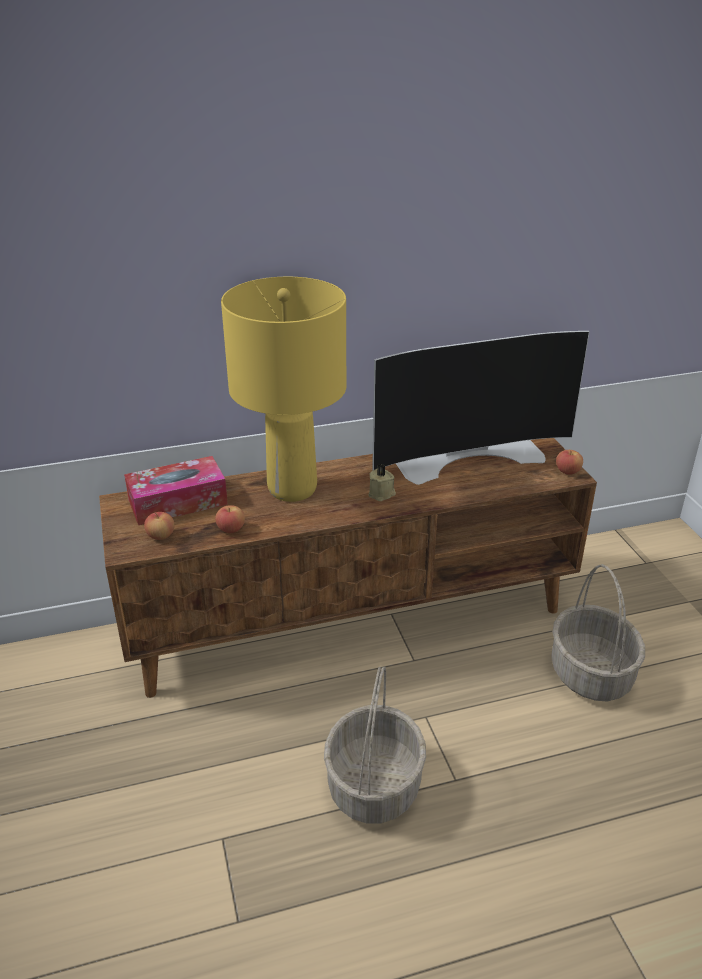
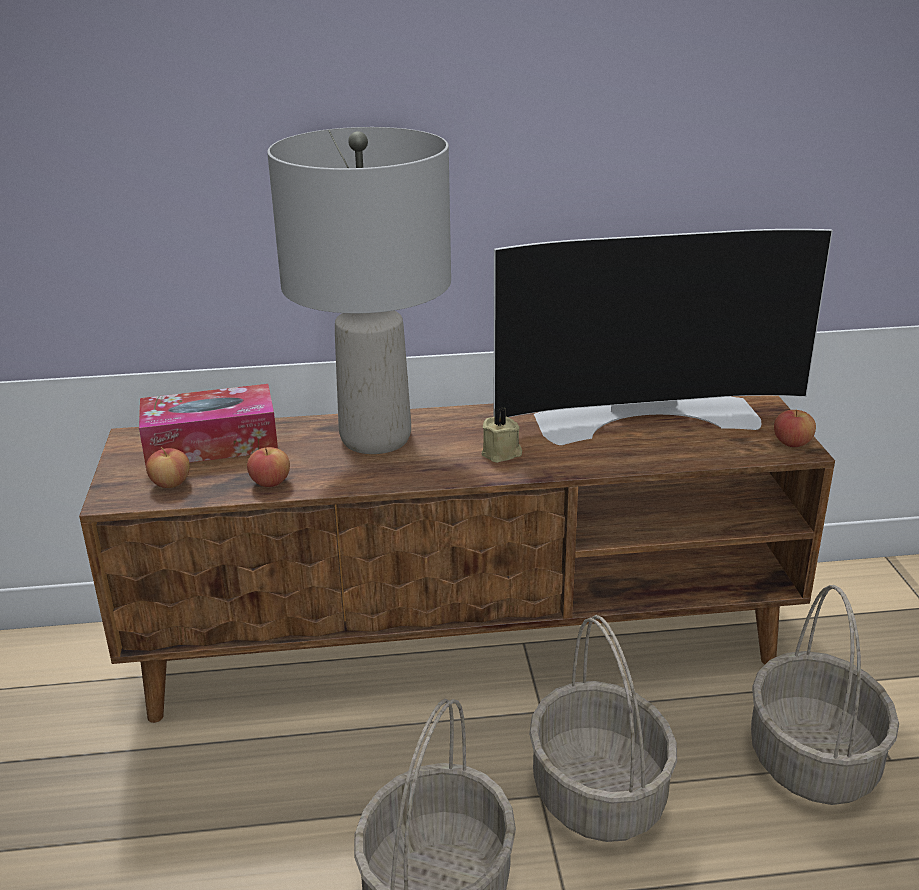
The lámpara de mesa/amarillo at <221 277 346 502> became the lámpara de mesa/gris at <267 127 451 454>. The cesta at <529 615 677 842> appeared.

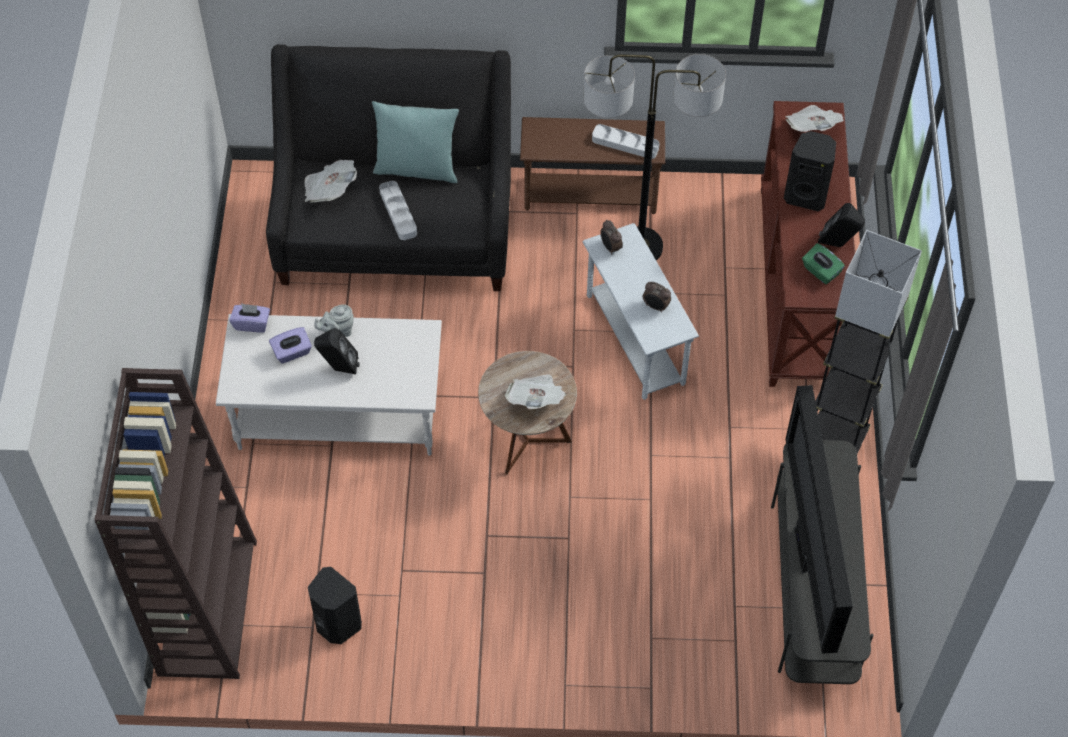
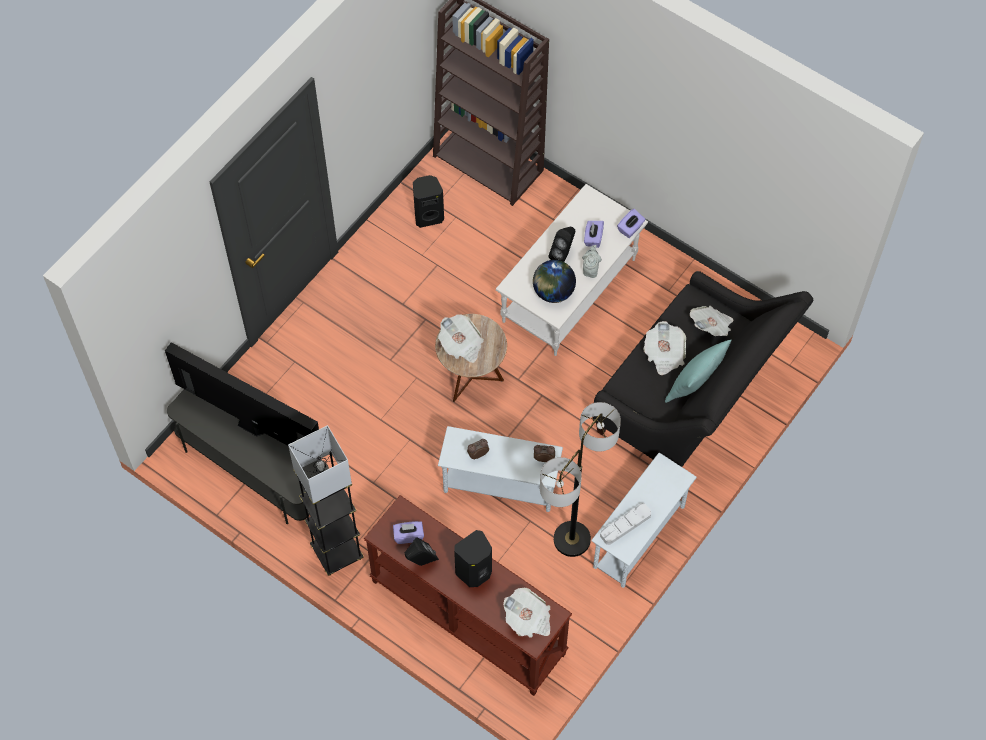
The bandeja/gris at <379 181 417 240> was replaced by the periódico at <643 321 686 375>. The mesa auxiliar/marrón at <520 117 665 214> became the mesa auxiliar/blanco at <591 453 697 588>. The caja de pañuelos/verde at <802 243 845 284> became the caja de pañuelos/morado at <393 521 424 544>. The globo terráqueo at <533 260 576 303> appeared.

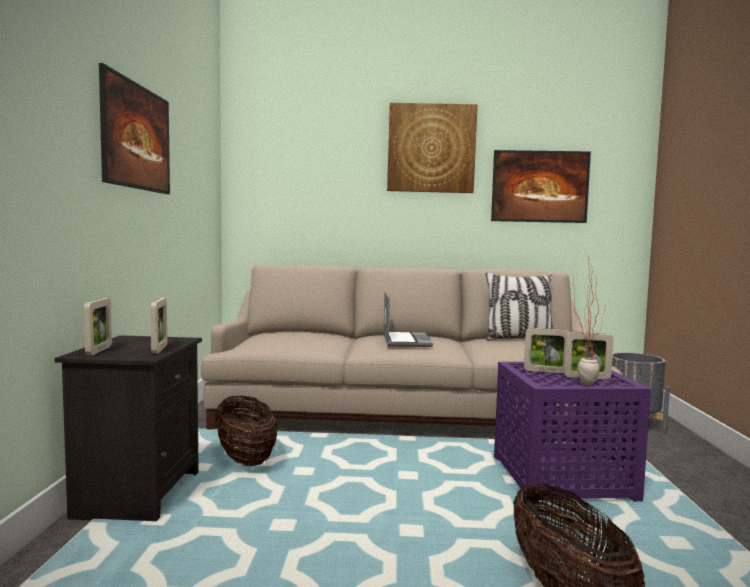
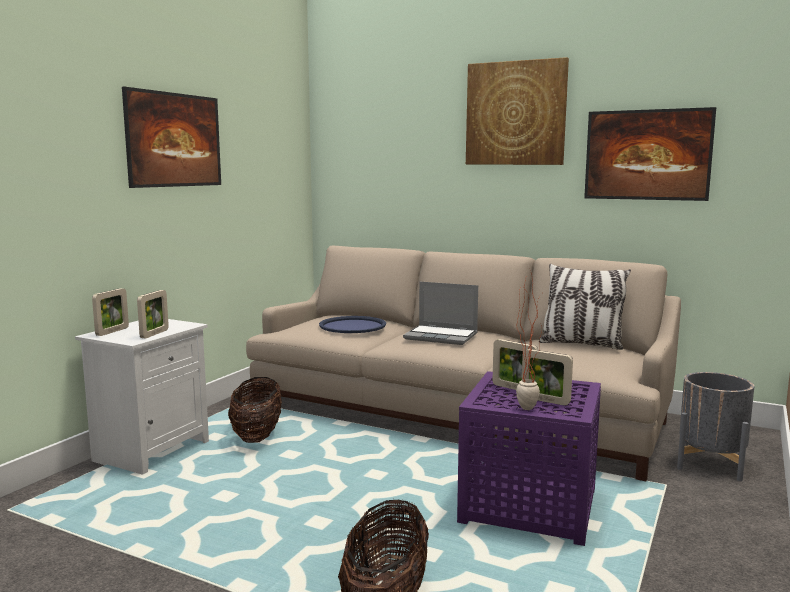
The mesita de noche/negro at <55 335 202 521> became the mesita de noche/blanco at <75 319 209 475>. The portátil at <383 291 433 347> turned 90 degrees clockwise. The bandeja/azul at <319 316 386 333> appeared.

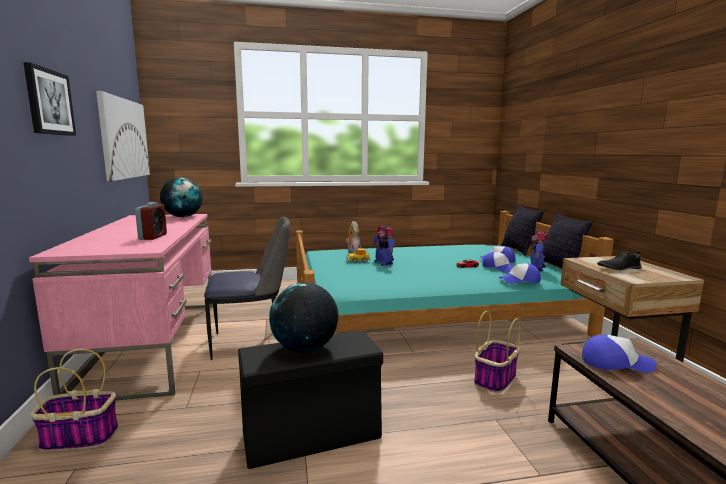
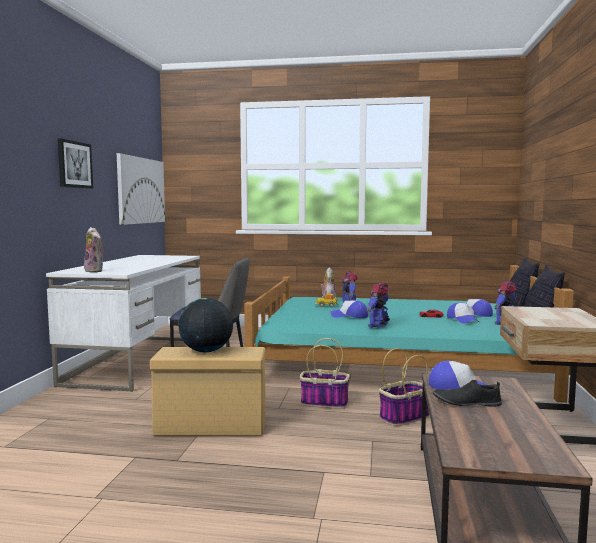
The escritorio/rosa at <29 214 213 401> became the escritorio/blanco at <46 255 201 392>. The cesta moved from <31 348 118 452> to <300 338 350 409>. The despertador at <135 202 167 240> disappeared. The globo terráqueo at <160 178 203 217> disappeared. The caja de almacenaje/negro at <238 331 383 469> became the caja de almacenaje/beis at <150 347 266 436>. The gorra moved from <499 263 541 284> to <330 300 368 318>. The zapato/negro moved from <597 251 641 270> to <433 380 502 407>. The peluche at <84 227 104 272> appeared. The robot de juguete at <367 283 390 328> appeared.

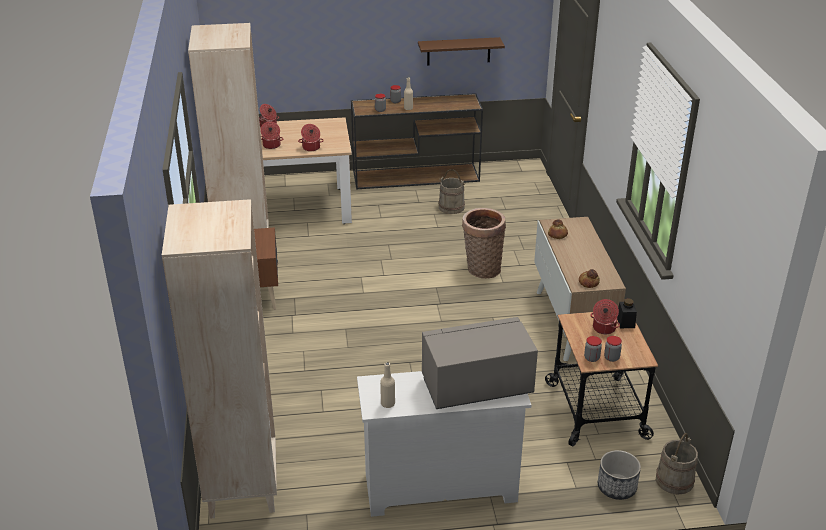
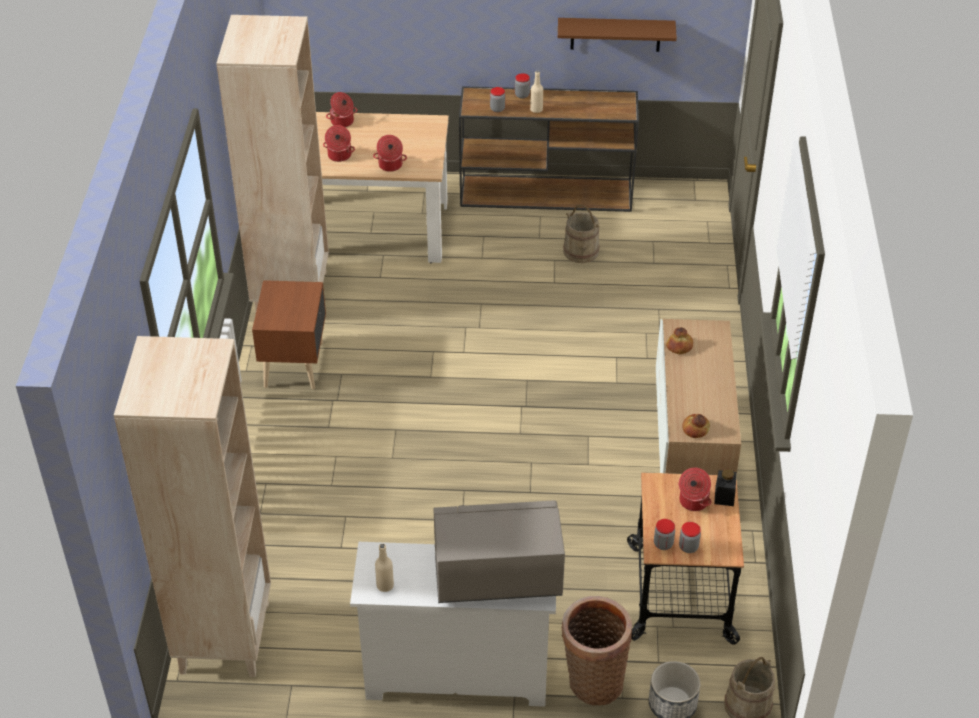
The cesta moved from <462 208 506 279> to <562 596 632 706>.

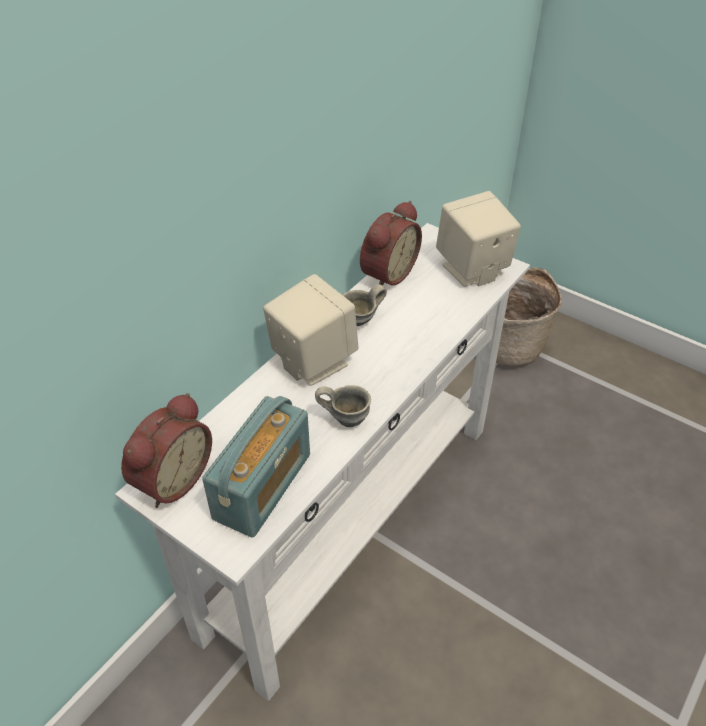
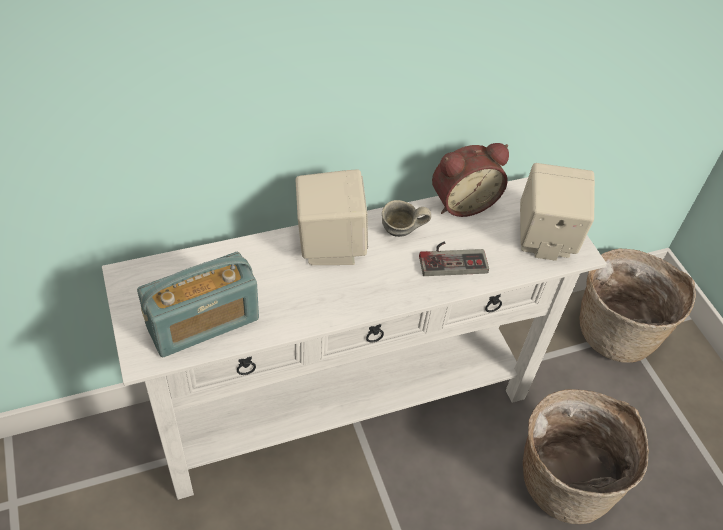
The despertador at <121 393 212 508> disappeared. The taza grande/gris at <315 385 371 427> disappeared. The mando de consola at <419 241 489 276> appeared. The cesta at <523 389 649 524> appeared.

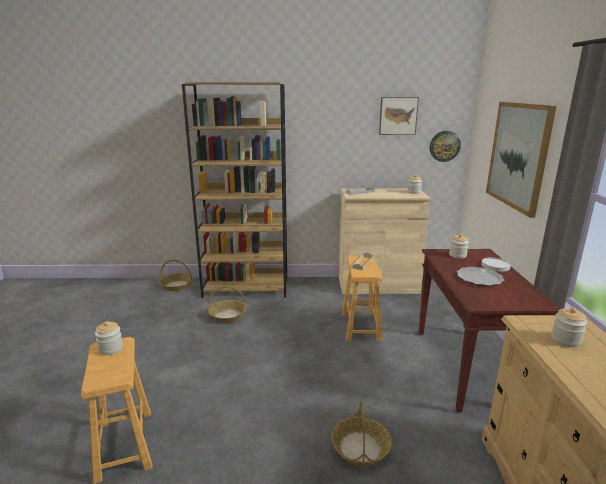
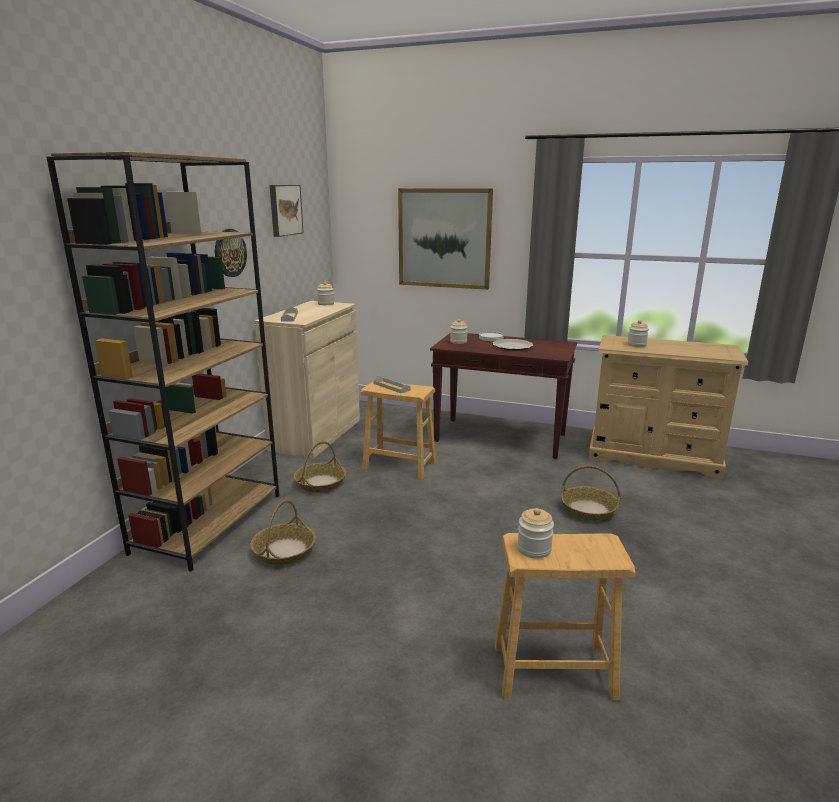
The cesta moved from <159 260 193 291> to <294 441 346 493>. The reloj de pared moved from <430 131 461 162> to <215 229 247 277>.

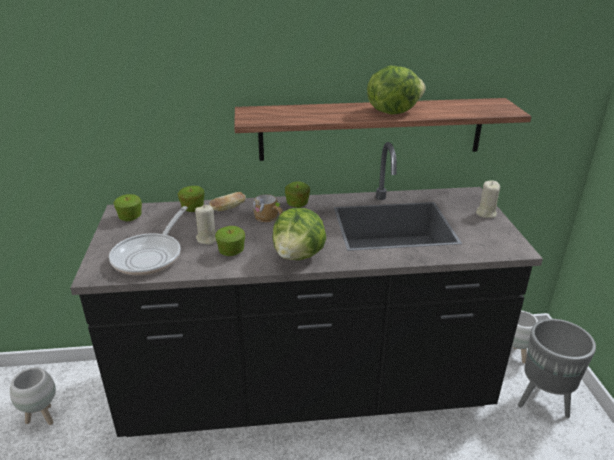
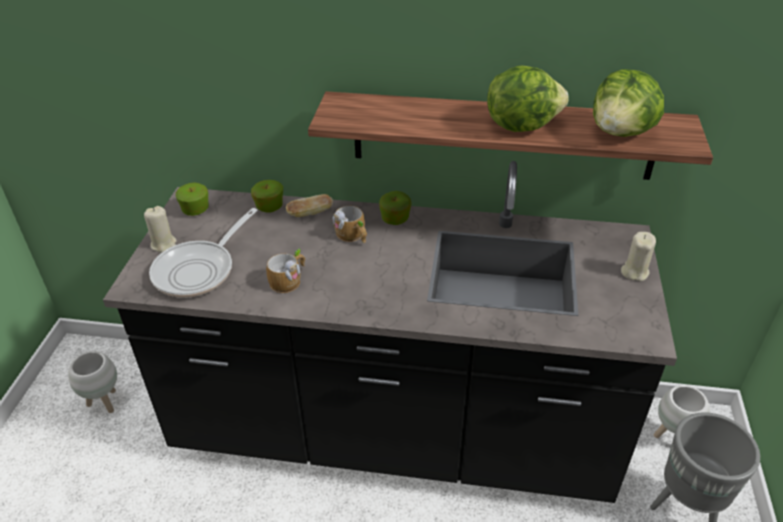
The vela/beis moved from <195 205 217 245> to <144 206 177 253>. The manzana at <215 226 245 256> was replaced by the taza grande at <266 248 305 293>. The lechuga moved from <273 208 326 260> to <593 69 664 137>.

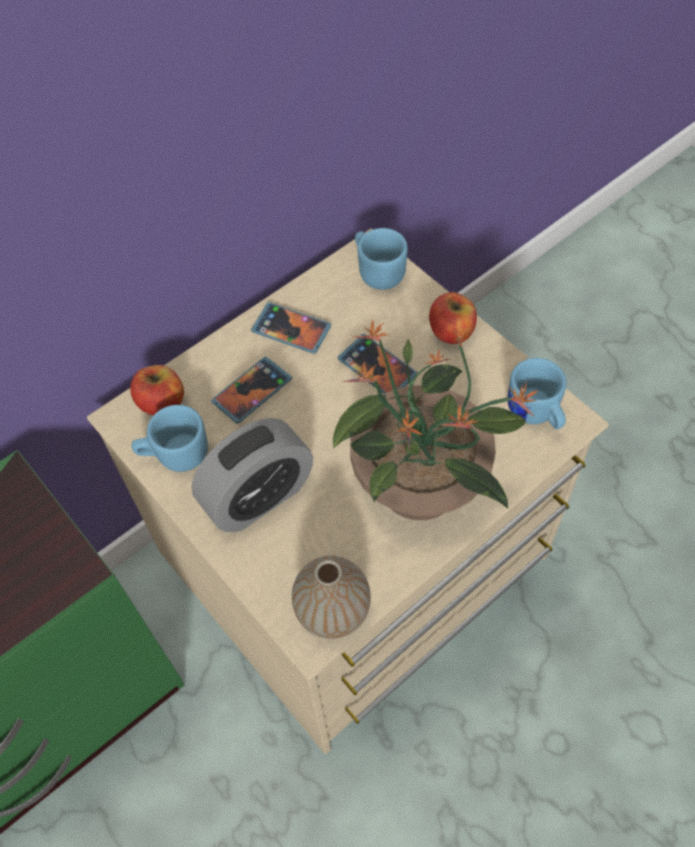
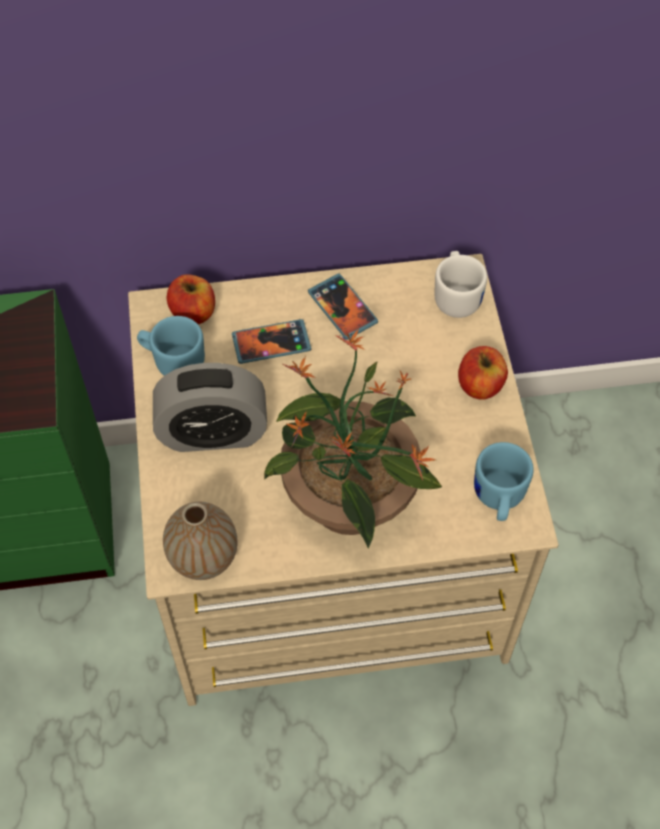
The móvil at <338 334 417 394> disappeared. The taza grande/azul at <355 228 408 290> became the taza grande/blanco at <434 251 487 318>.

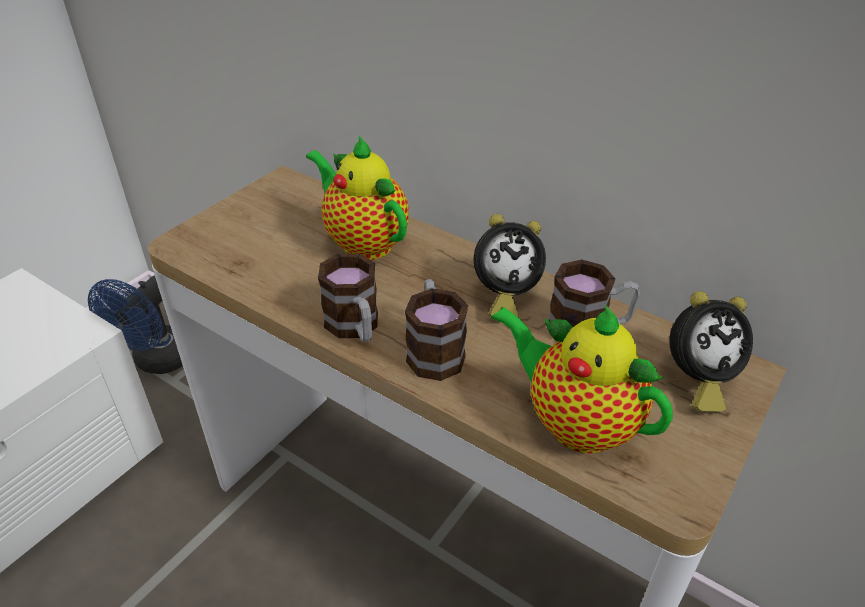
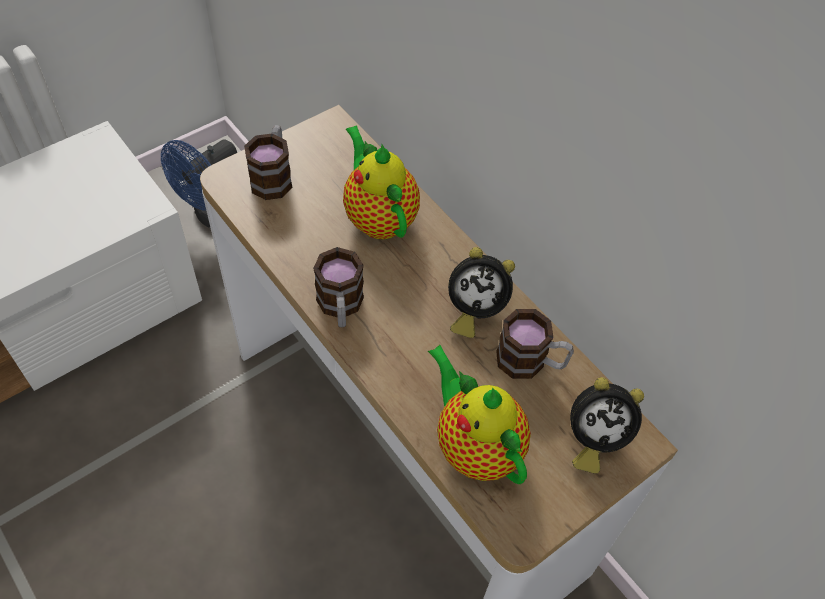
The taza grande moved from <405 279 468 381> to <244 125 292 200>.

